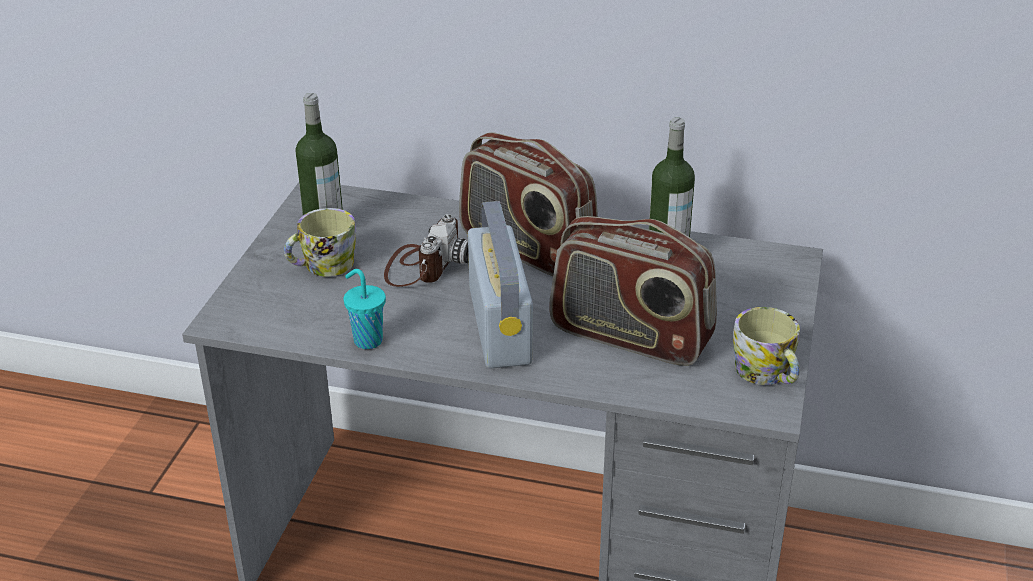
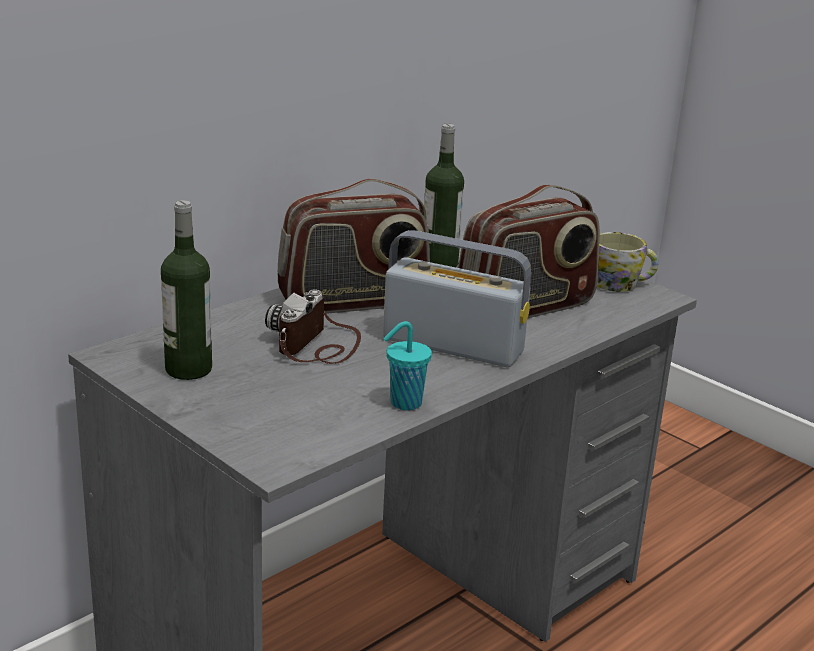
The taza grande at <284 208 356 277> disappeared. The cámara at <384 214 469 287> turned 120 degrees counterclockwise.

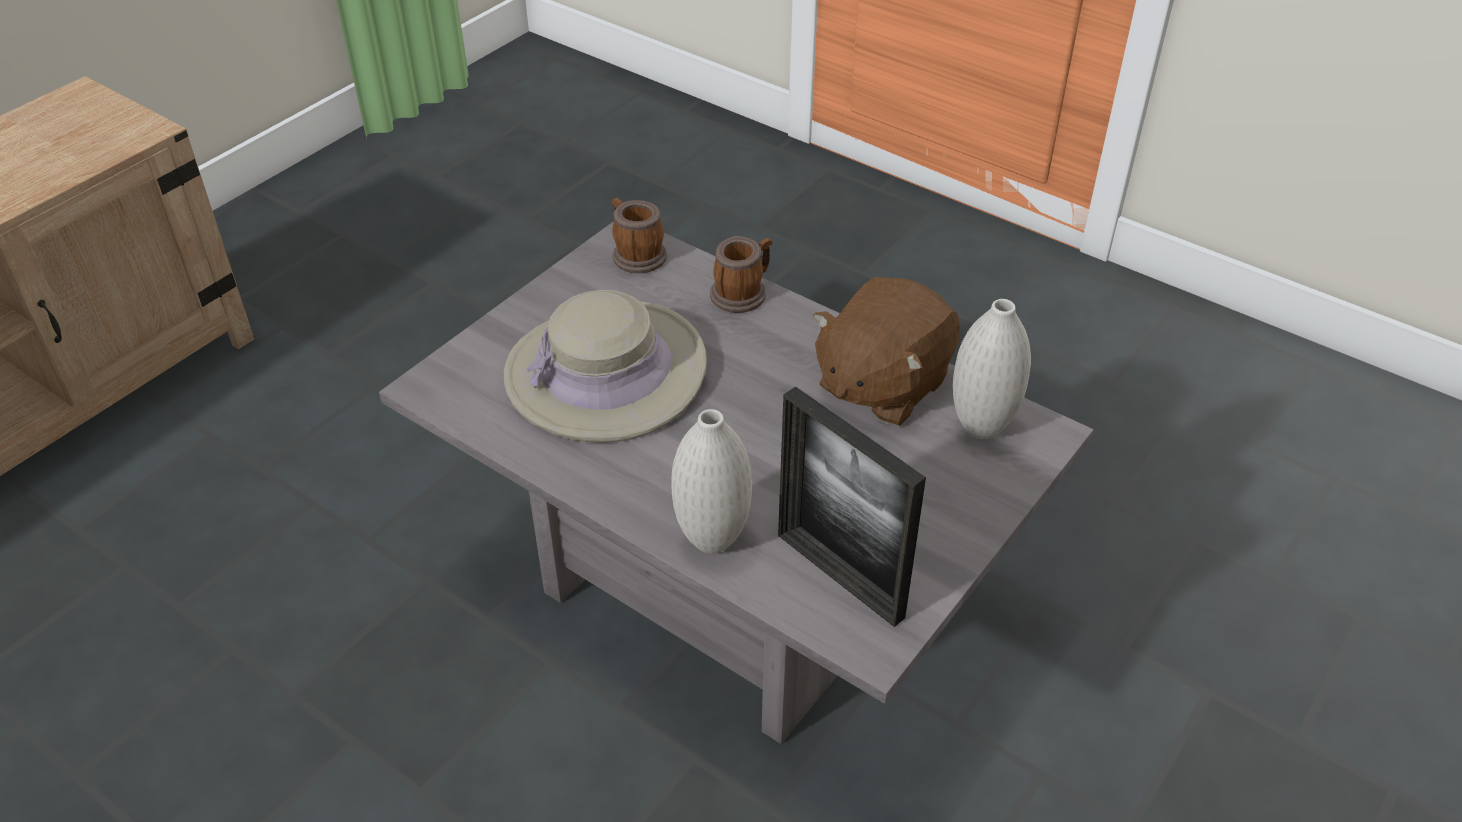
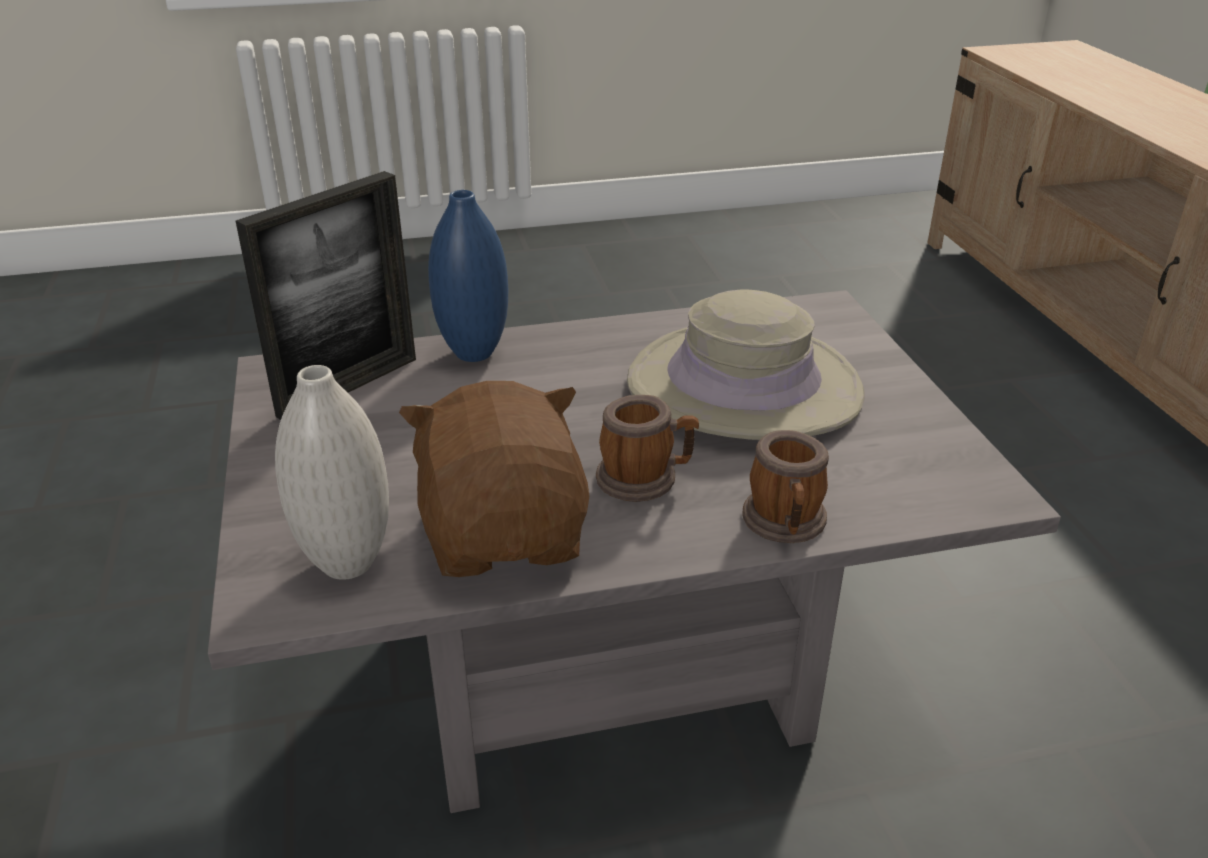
The taza grande moved from <612 198 667 274> to <596 395 699 502>. The florero/blanco at <671 409 752 554> became the florero/azul at <428 190 508 362>. The portarretratos at <778 386 926 627> turned 135 degrees clockwise.

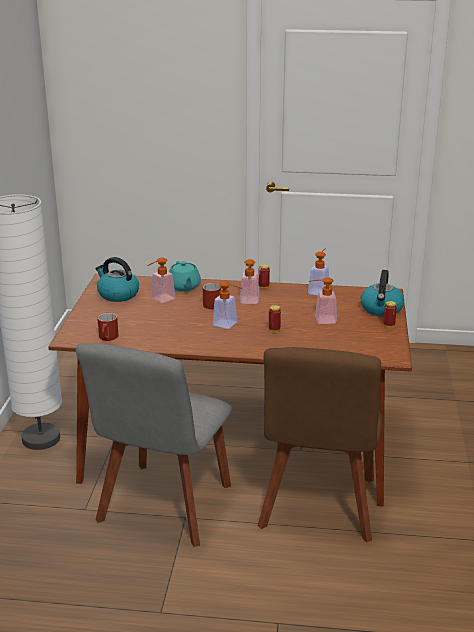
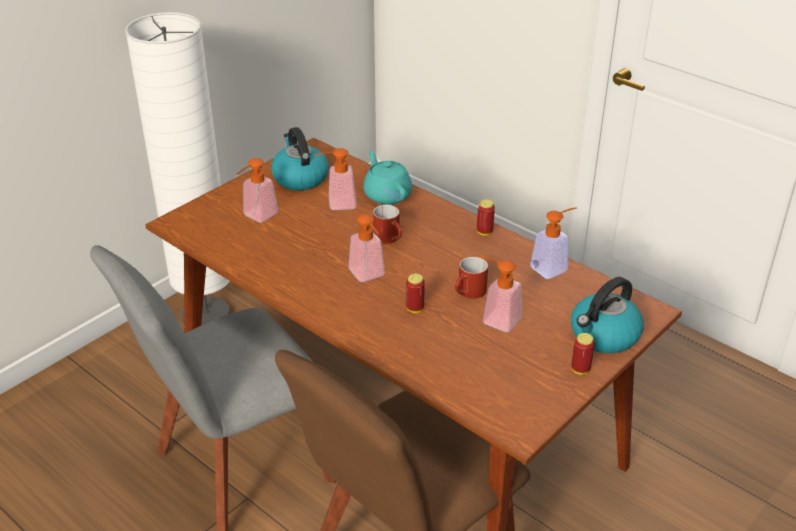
The taza grande/rojo moved from <97 313 118 341> to <455 257 488 299>. The tetera/turquesa at <169 261 201 291> turned 135 degrees clockwise. The dispensador de jabón moved from <240 259 259 304> to <237 158 279 223>.

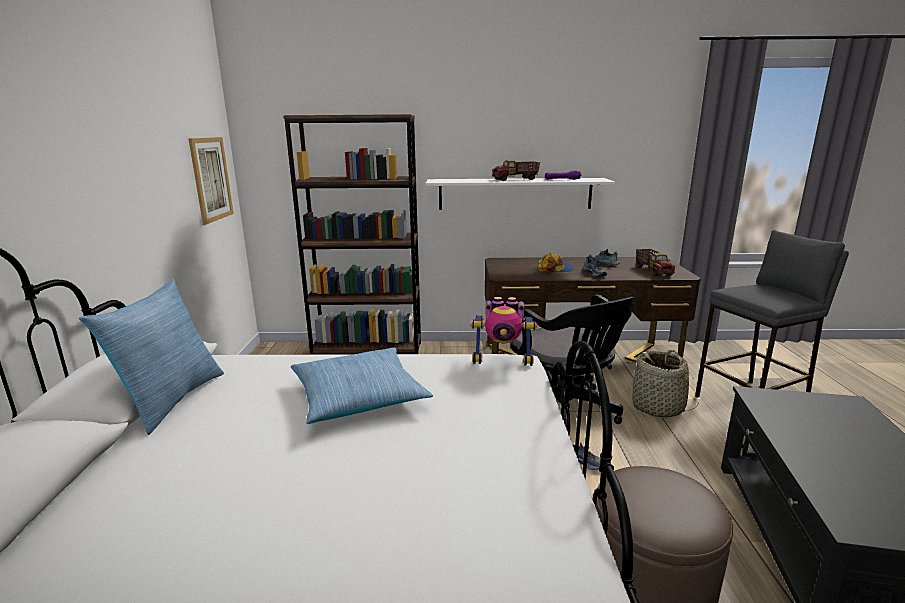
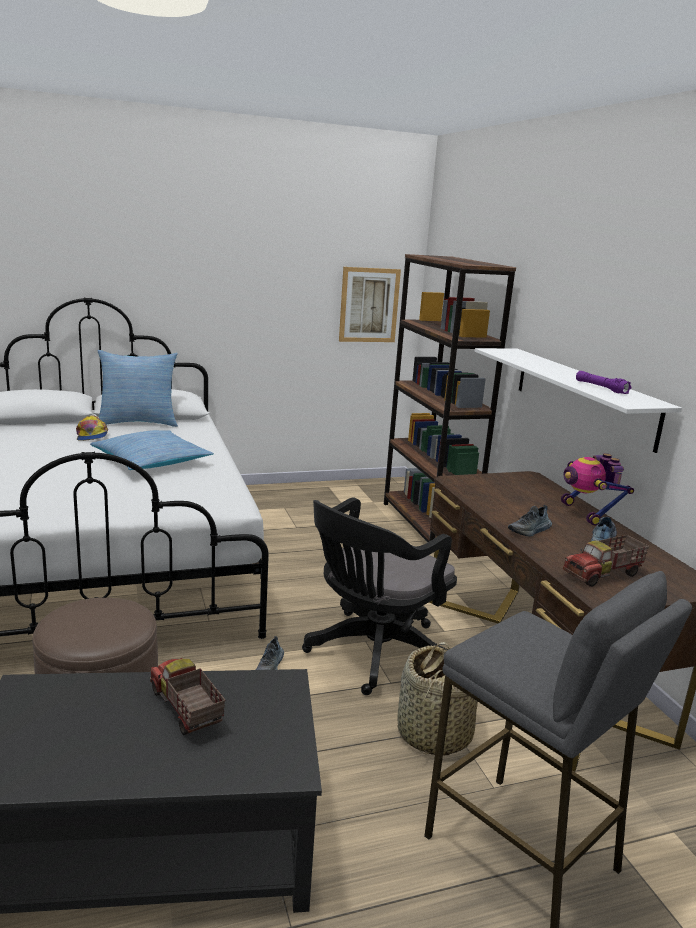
The robot de juguete moved from <470 297 538 366> to <561 453 634 526>. The camión de juguete moved from <492 160 540 181> to <150 658 225 735>. The gorra moved from <538 253 573 273> to <76 415 108 441>.

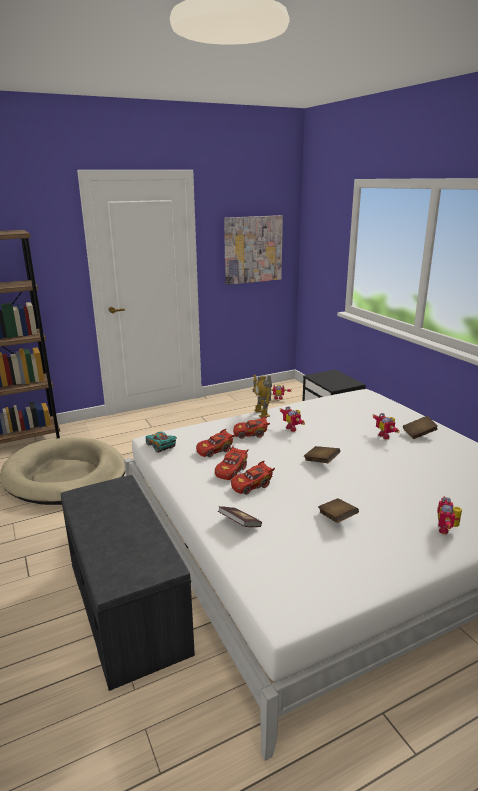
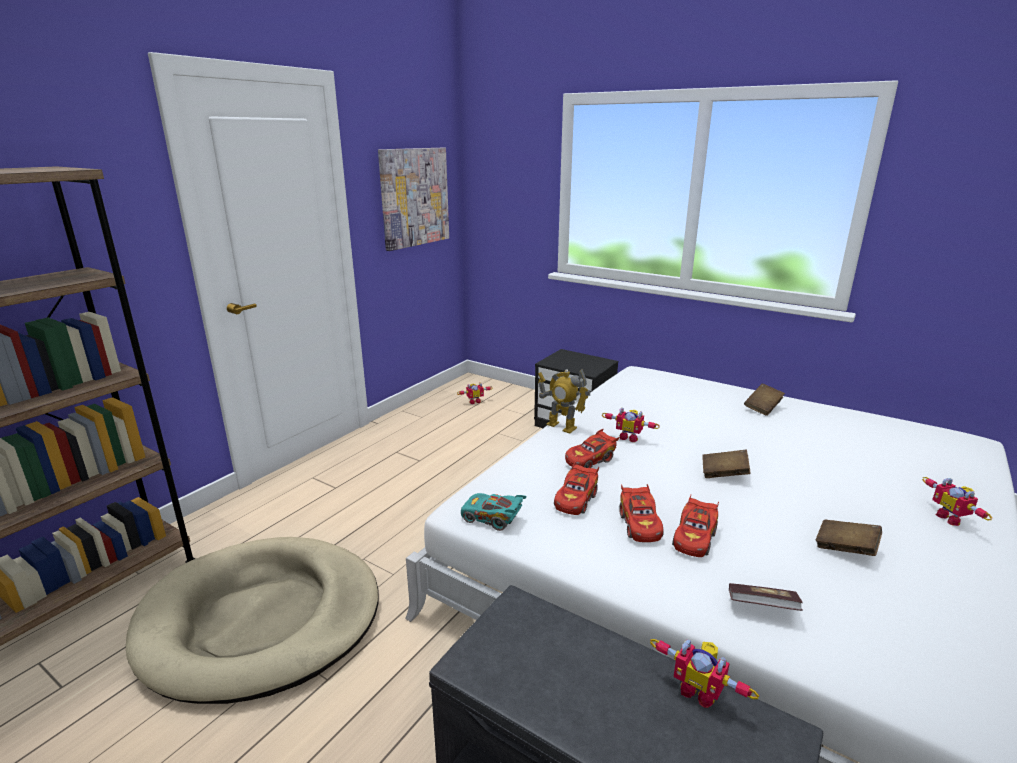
The robot de juguete moved from <373 413 400 439> to <650 639 759 708>.

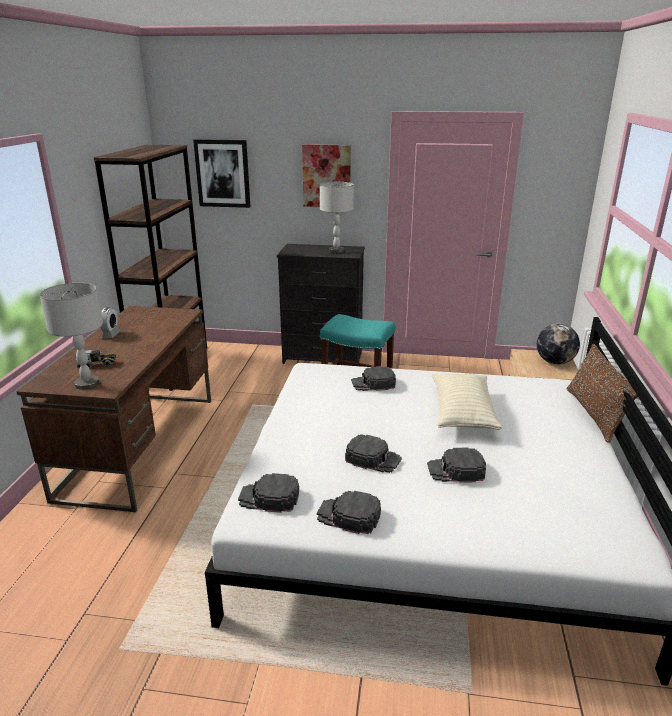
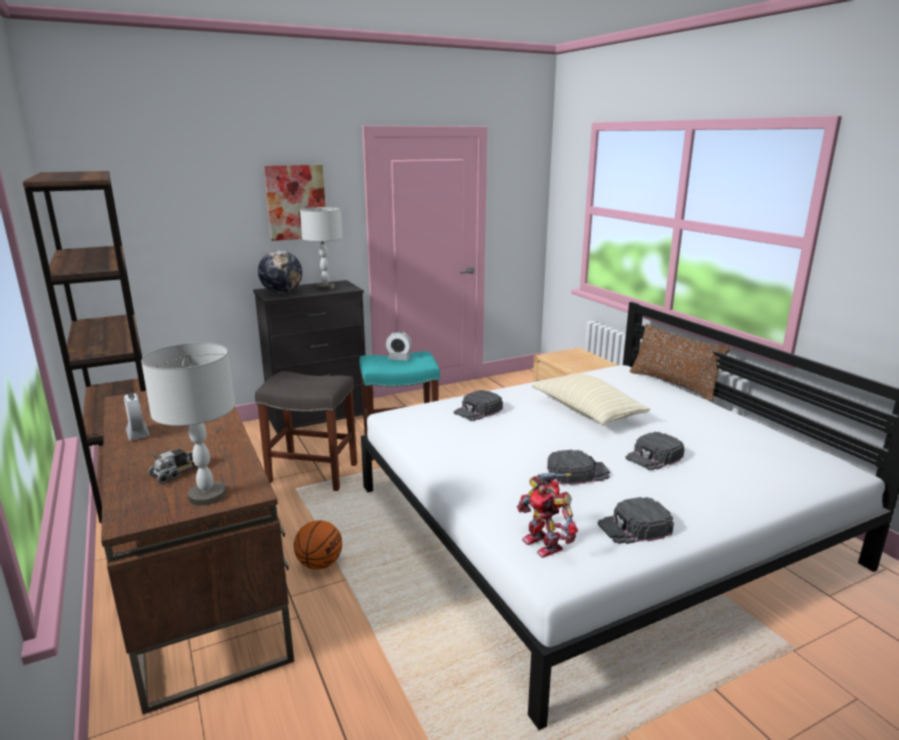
The cuadro at <193 139 250 208> disappeared. The gorra/negro at <238 473 299 513> was replaced by the robot de juguete at <517 473 578 558>. The globo terráqueo moved from <537 324 580 364> to <258 250 302 294>. The taburete/gris at <255 371 357 491> appeared. The balón de baloncesto at <294 520 342 570> appeared. The despertador at <386 331 412 360> appeared.

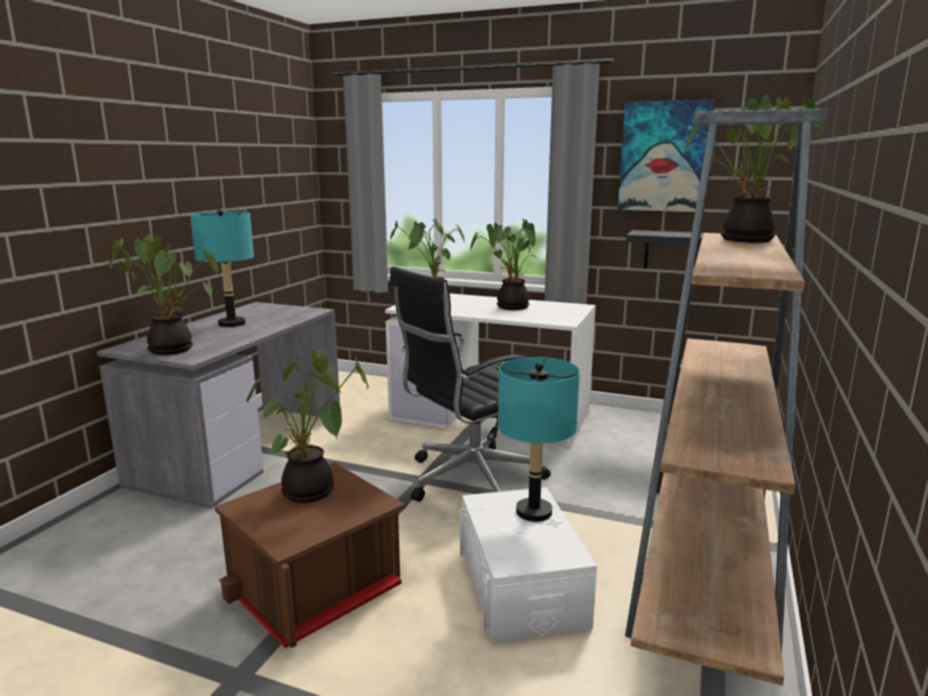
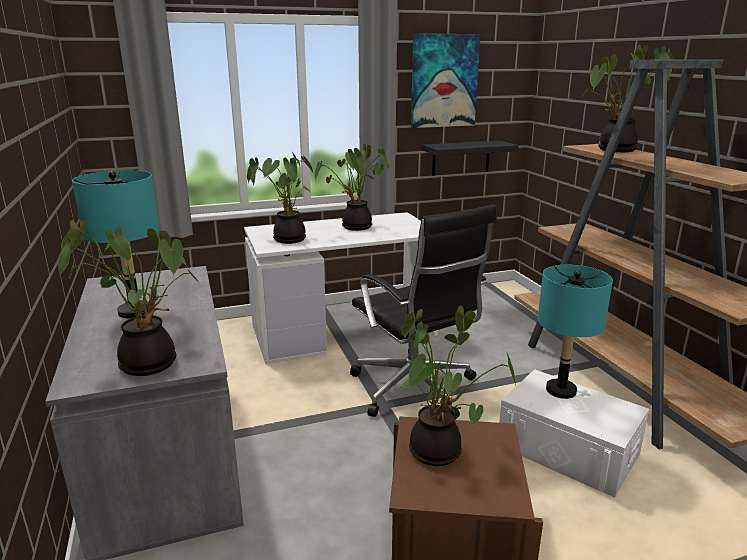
The silla de oficina/negro at <389 266 551 502> turned 45 degrees counterclockwise.

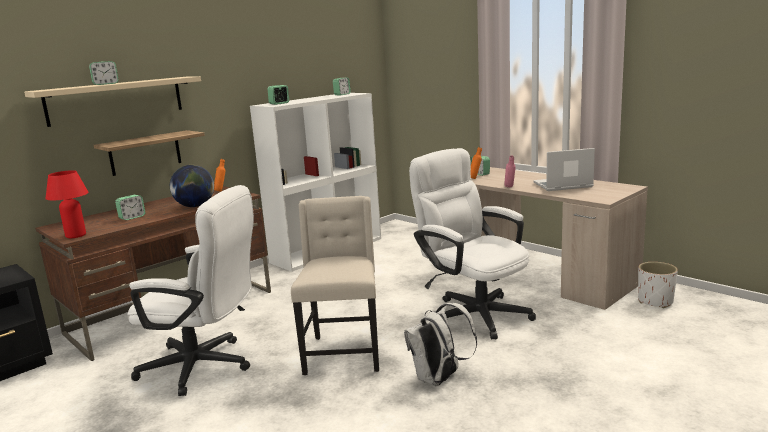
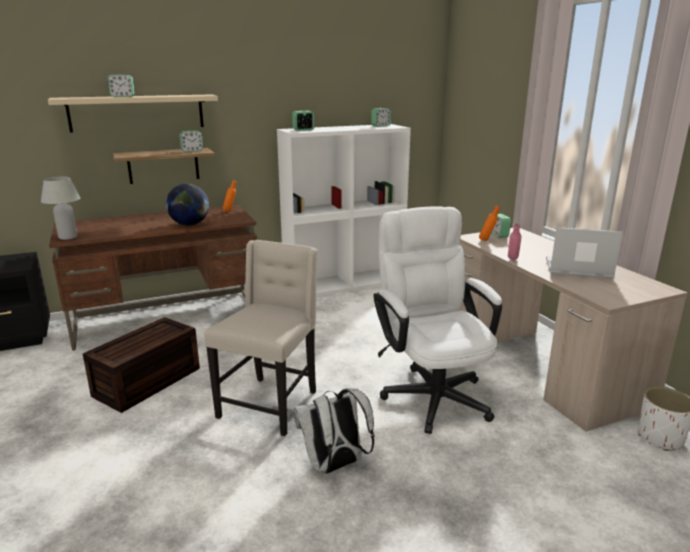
The lámpara de mesa/rojo at <45 170 89 238> became the lámpara de mesa/blanco at <41 177 80 240>. The despertador moved from <115 195 145 220> to <179 131 203 152>. The silla de oficina/blanco at <127 185 254 396> was replaced by the caja de almacenaje/marrón at <83 317 200 413>.

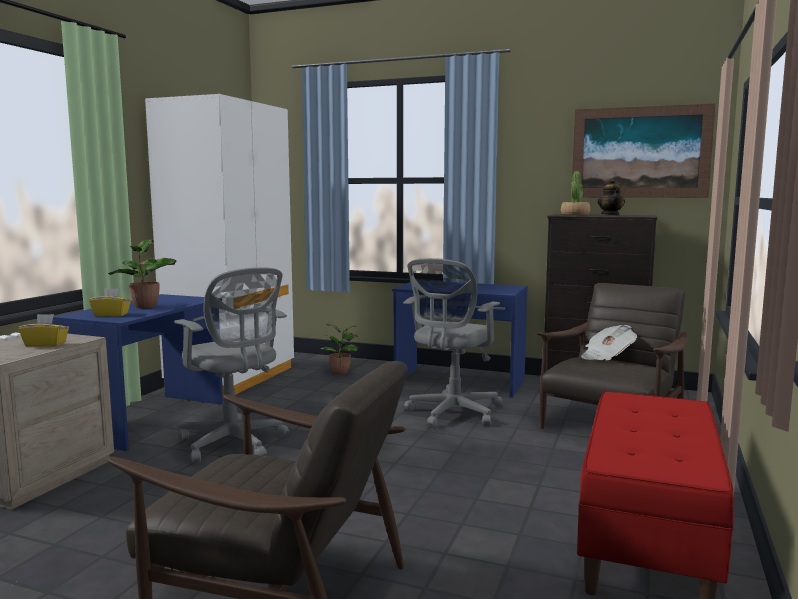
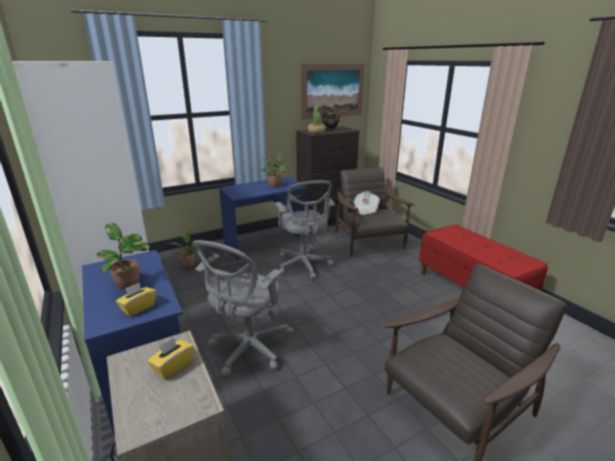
The silla de oficina/gris at <174 267 289 463> turned 120 degrees clockwise. The planta en maceta at <261 151 288 187> appeared.

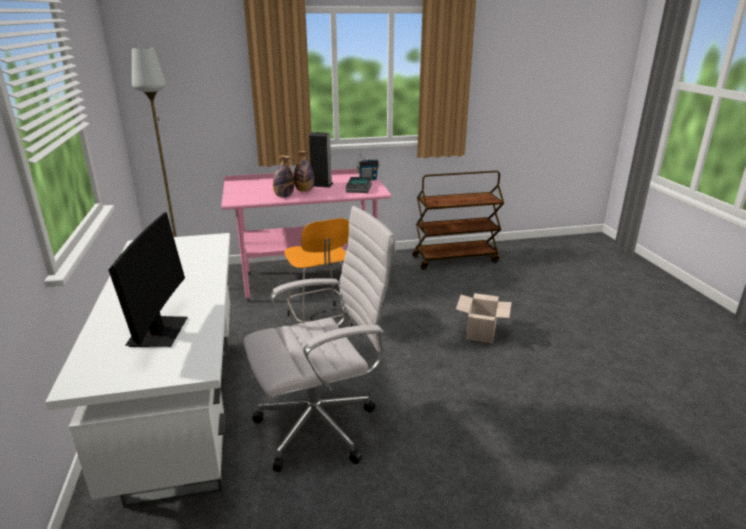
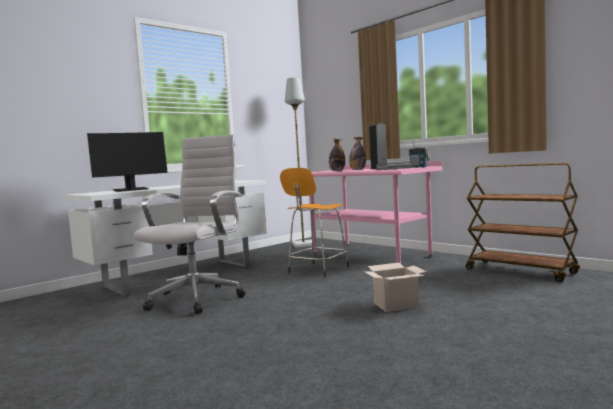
The silla de oficina/blanco at <243 206 396 472> turned 105 degrees counterclockwise.

